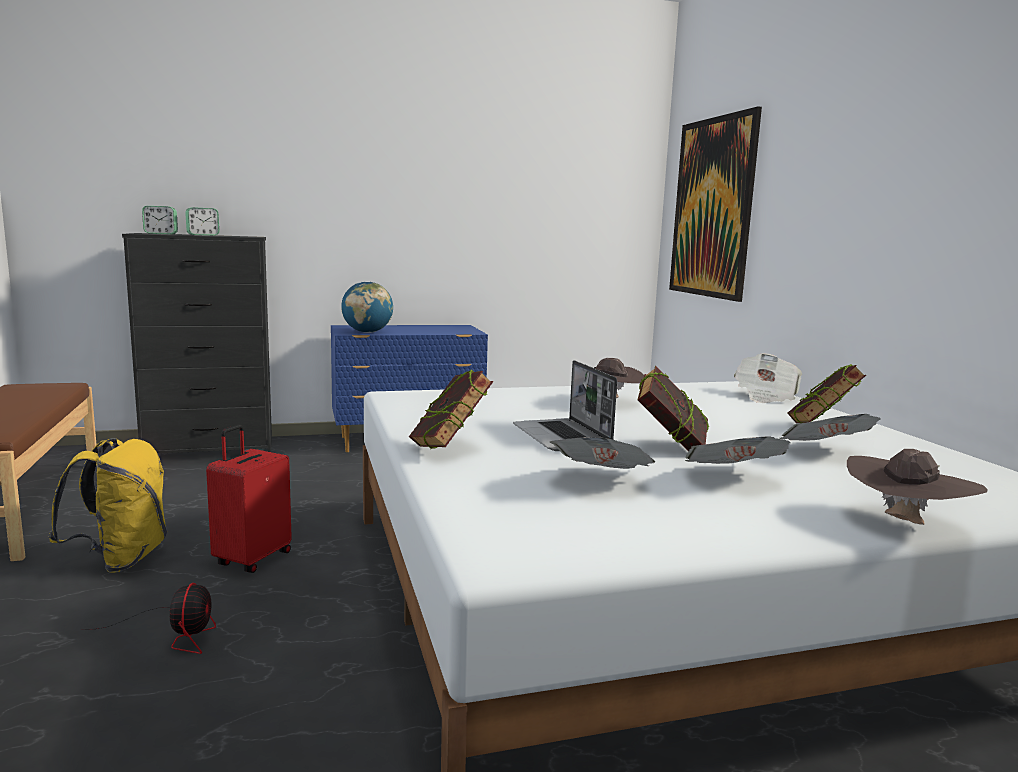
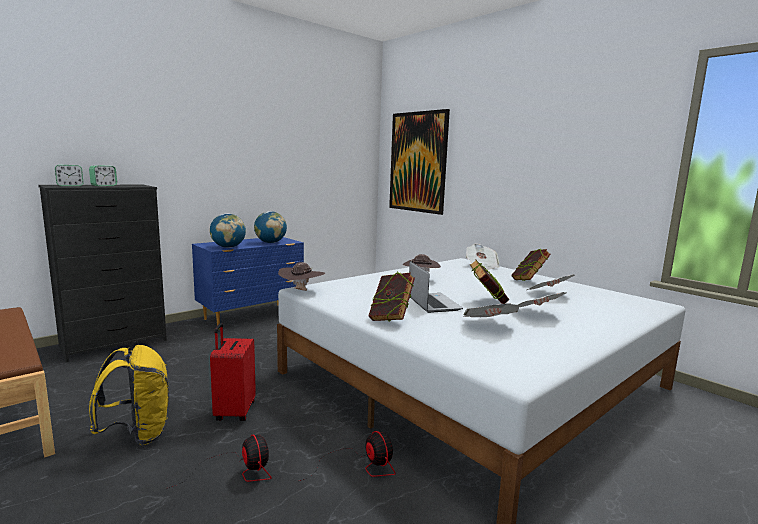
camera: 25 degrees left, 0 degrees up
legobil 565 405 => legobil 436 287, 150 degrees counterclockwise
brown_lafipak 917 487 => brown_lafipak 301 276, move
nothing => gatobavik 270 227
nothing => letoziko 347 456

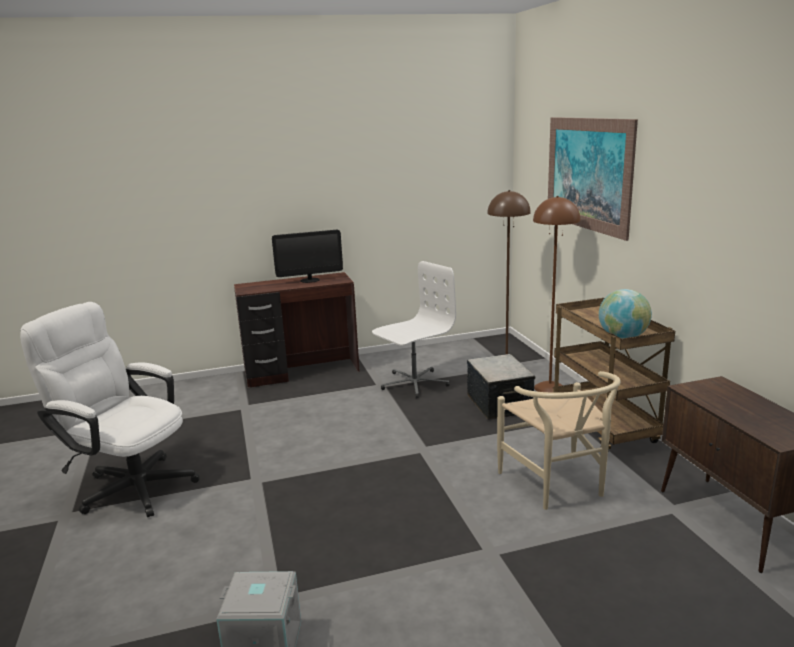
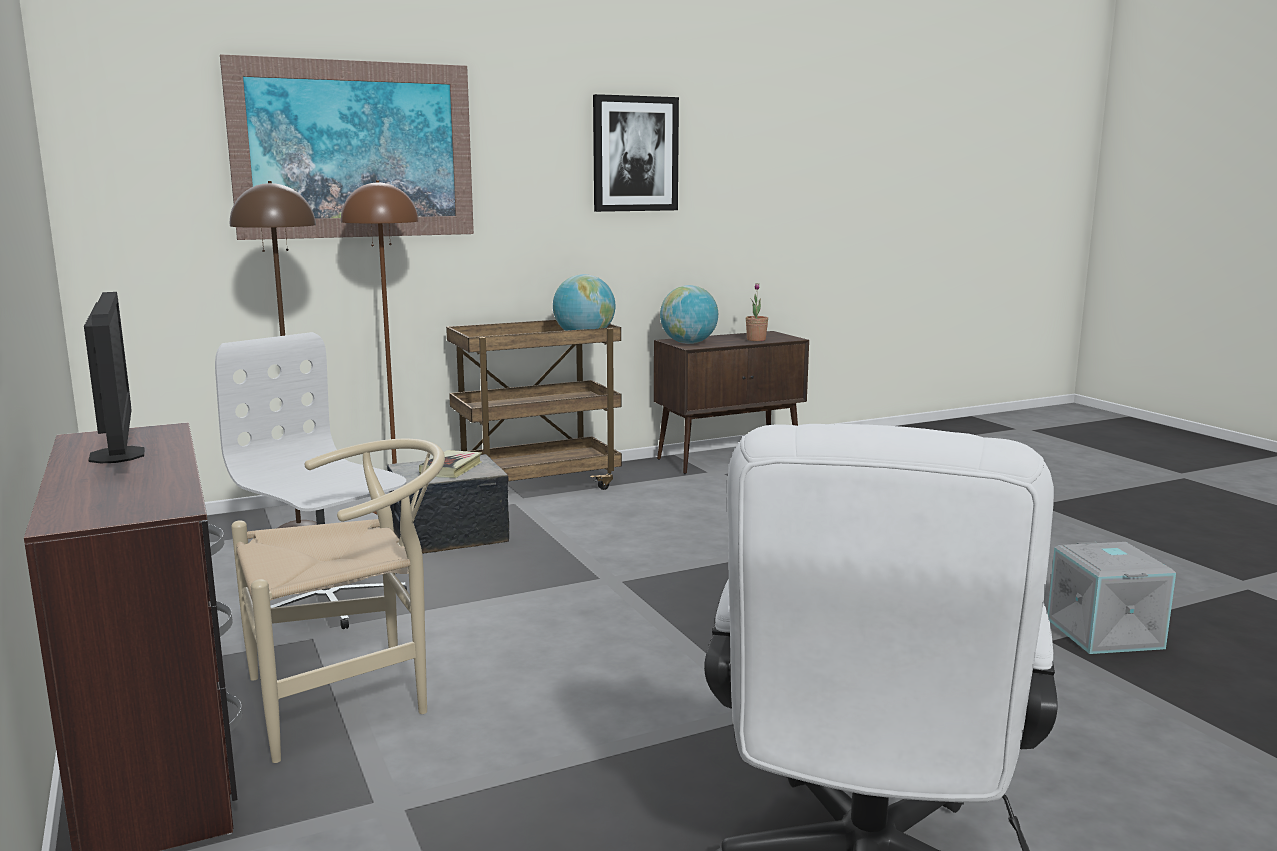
camera: 100 degrees left, 5 degrees down
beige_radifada 559 440 => beige_radifada 338 601, move
nothing => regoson 450 464
nothing => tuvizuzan 636 153
nothing => gatobavik 689 314
nothing => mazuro 757 312

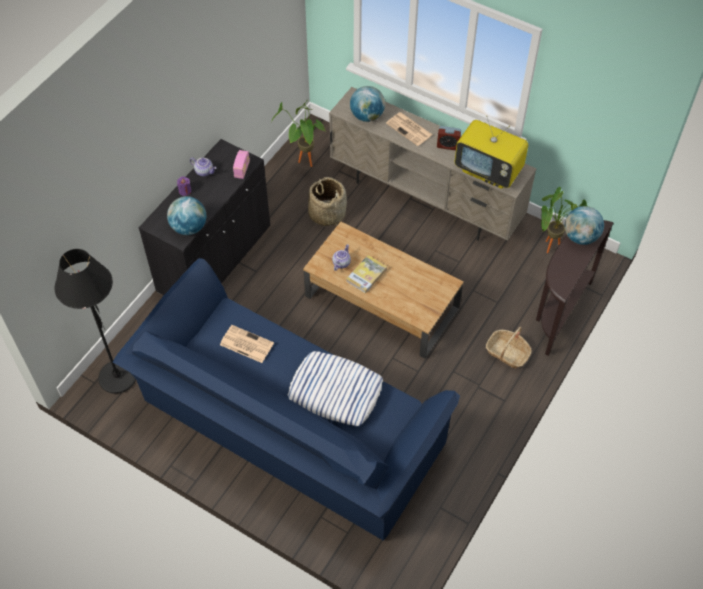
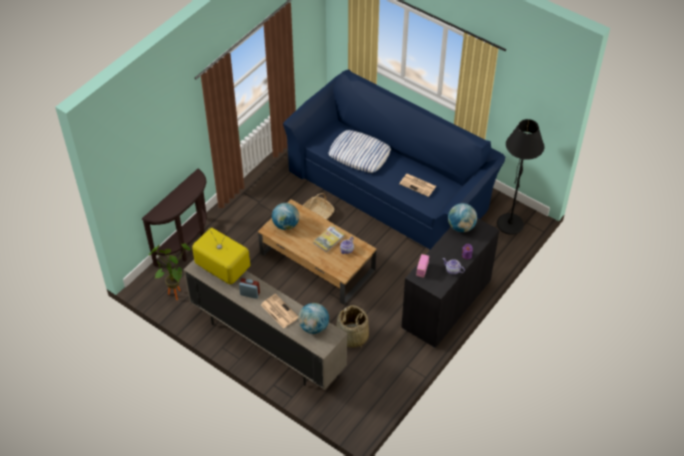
camera: 175 degrees left, 5 degrees down
mazuro 298 134 => nothing
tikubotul 509 348 => tikubotul 318 206, move
gatobavik 584 225 => gatobavik 285 216, move

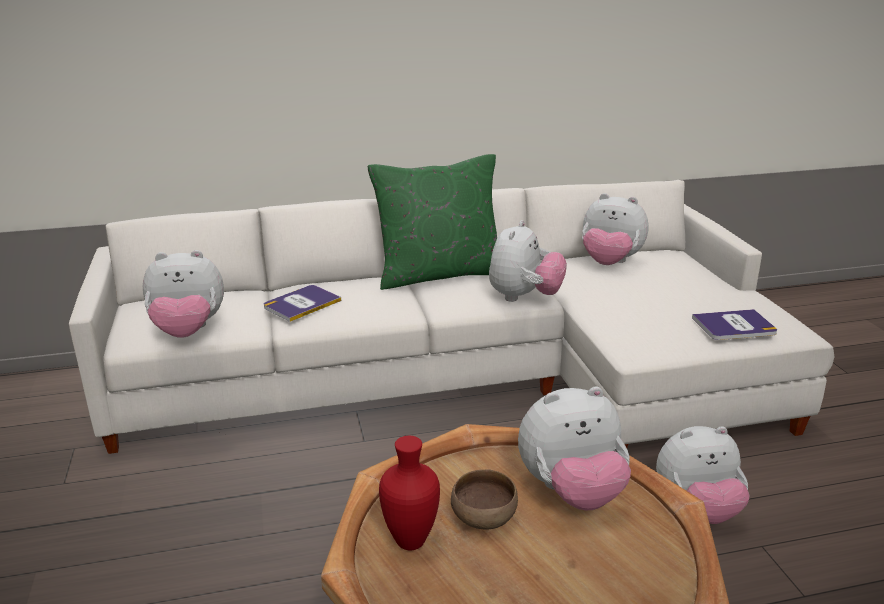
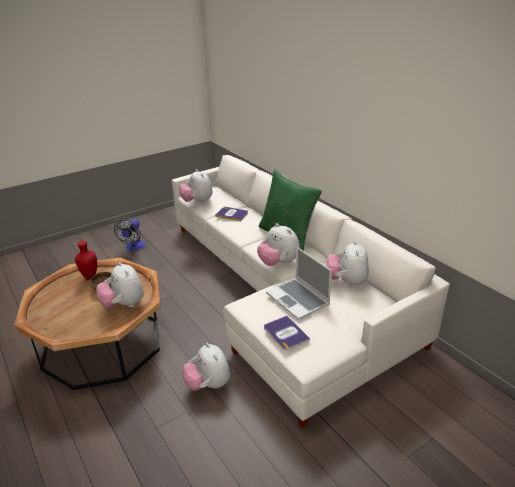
camera: 70 degrees right, 5 degrees up
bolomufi 528 261 => bolomufi 278 244, 45 degrees clockwise
nothing => letoziko 130 235
nothing => legobil 299 283

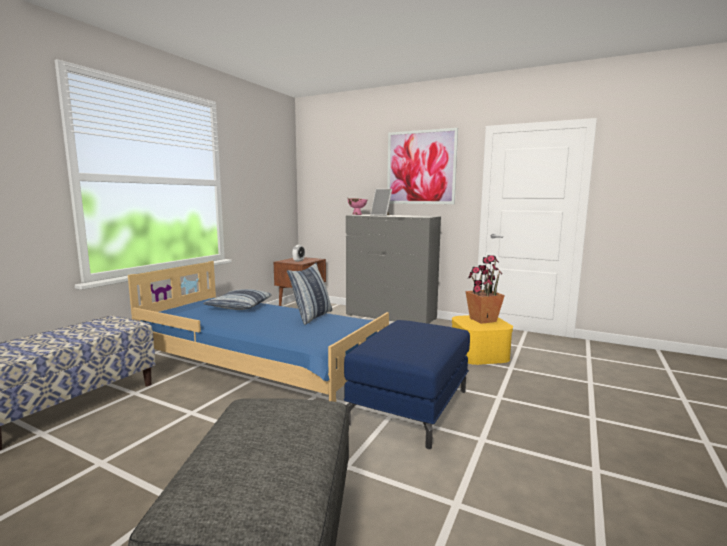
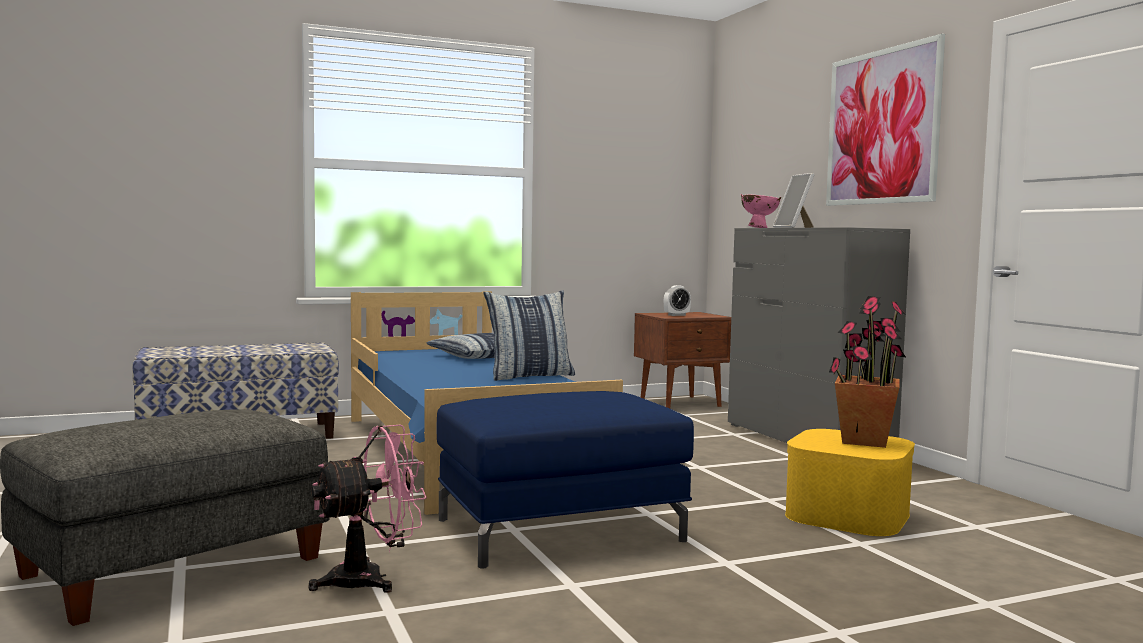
camera: 40 degrees right, 5 degrees down
nothing => pink_letoziko 367 509

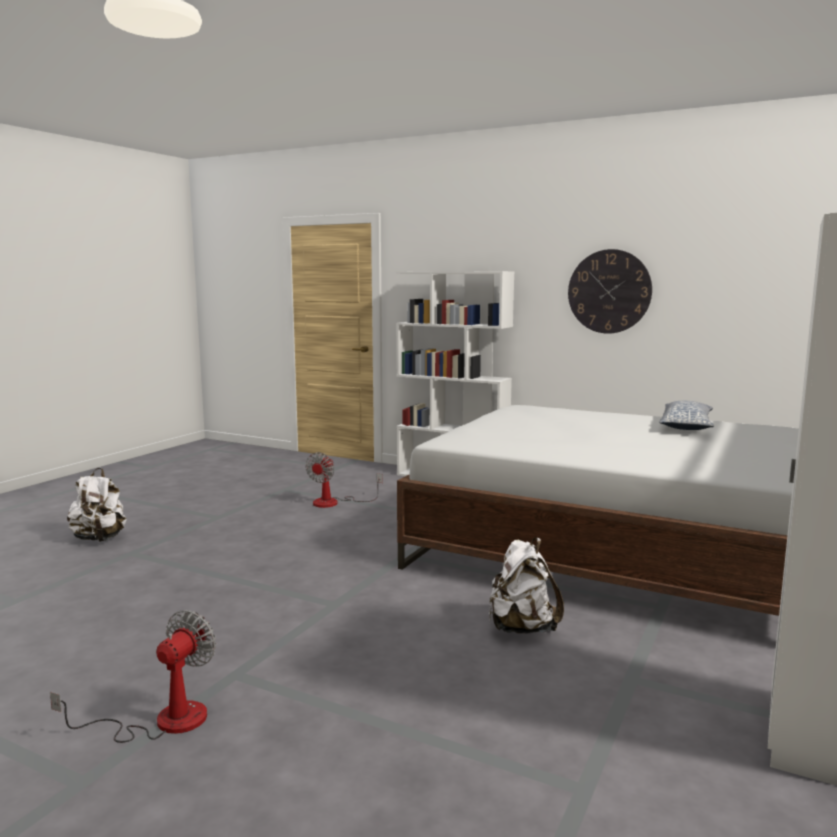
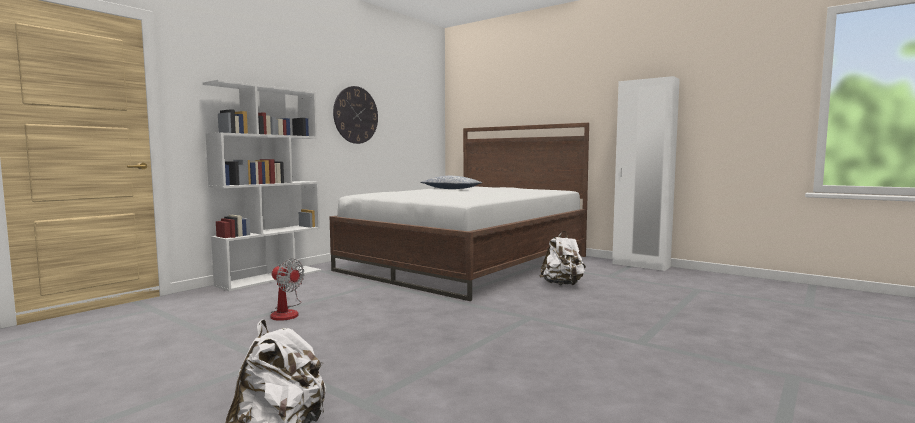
camera: 80 degrees left, 5 degrees down
letoziko 133 676 => nothing

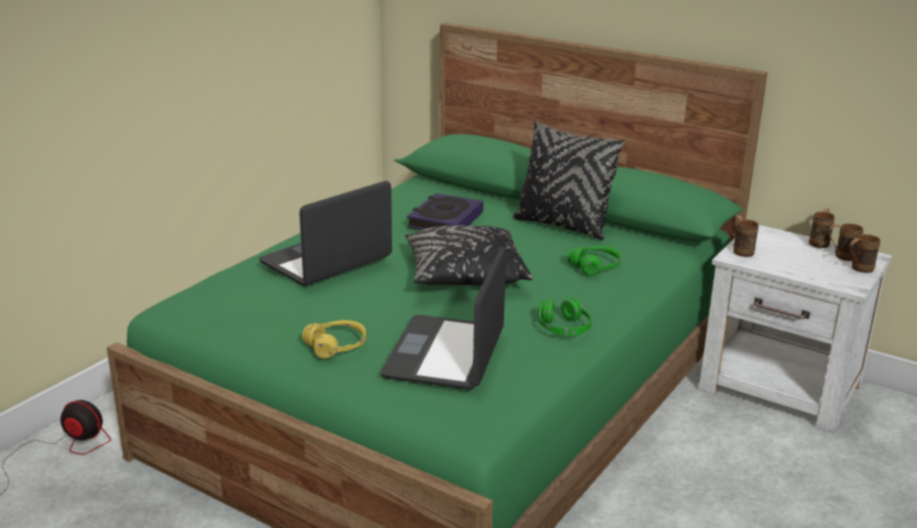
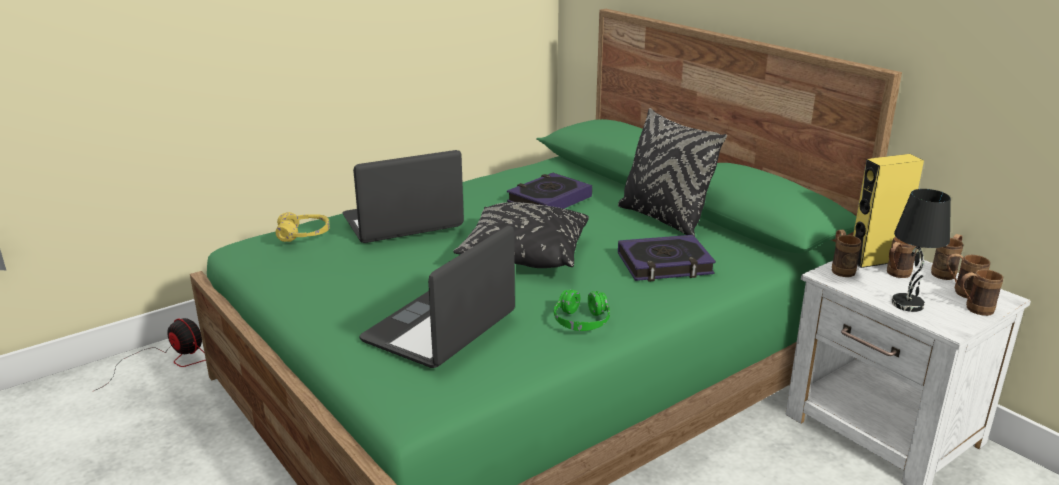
camera: 20 degrees right, 0 degrees up
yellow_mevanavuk 334 339 => yellow_mevanavuk 303 227, move
green_mevanavuk 595 260 => regoson 667 258
nothing => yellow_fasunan 888 211
nothing => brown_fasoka 902 257
nothing => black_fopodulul 921 250

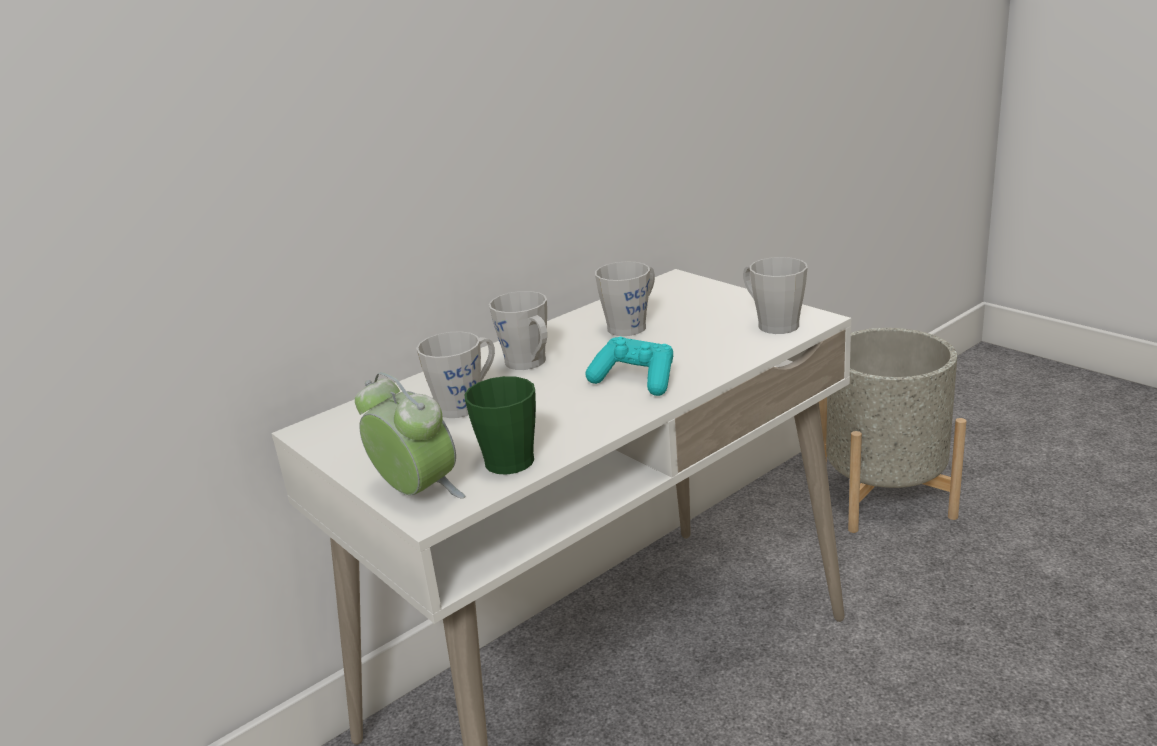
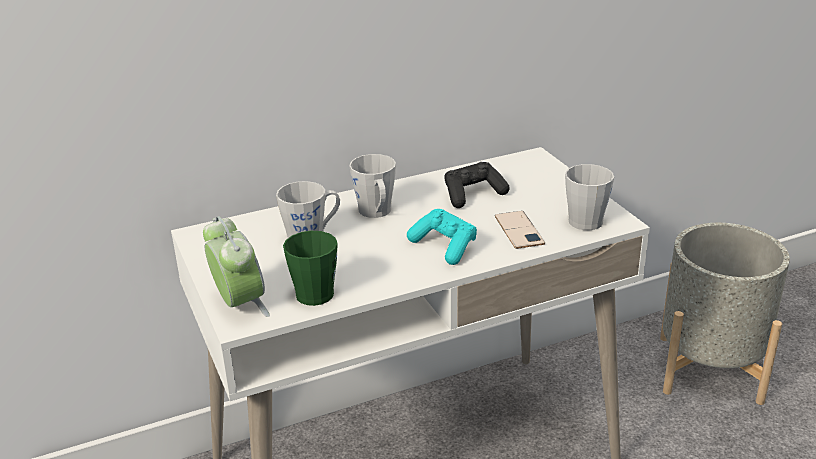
camera: 15 degrees right, 5 degrees up
grey_fasoka 625 298 => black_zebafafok 477 185
nothing => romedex 520 230

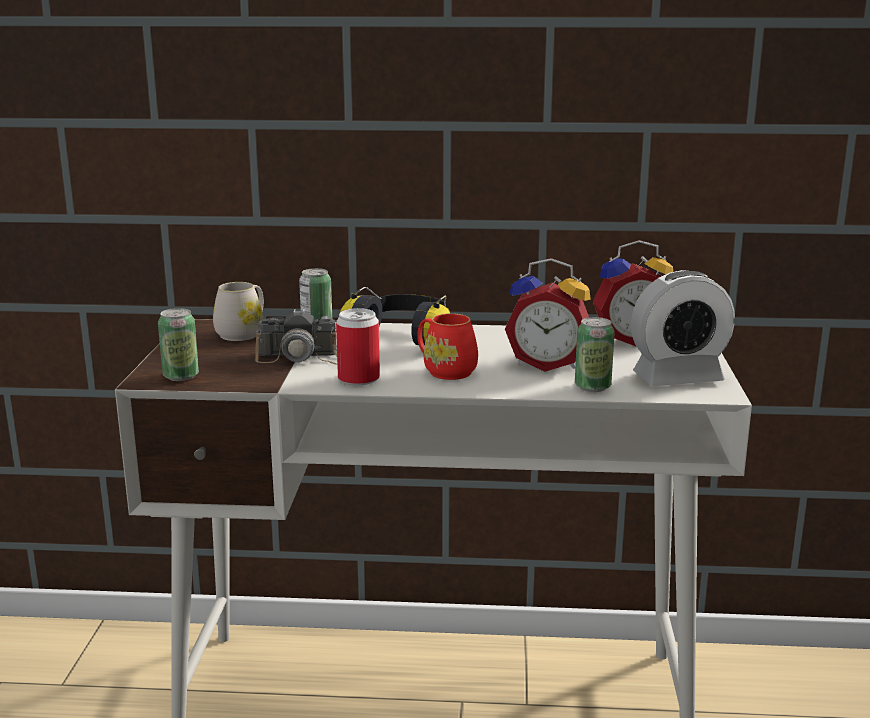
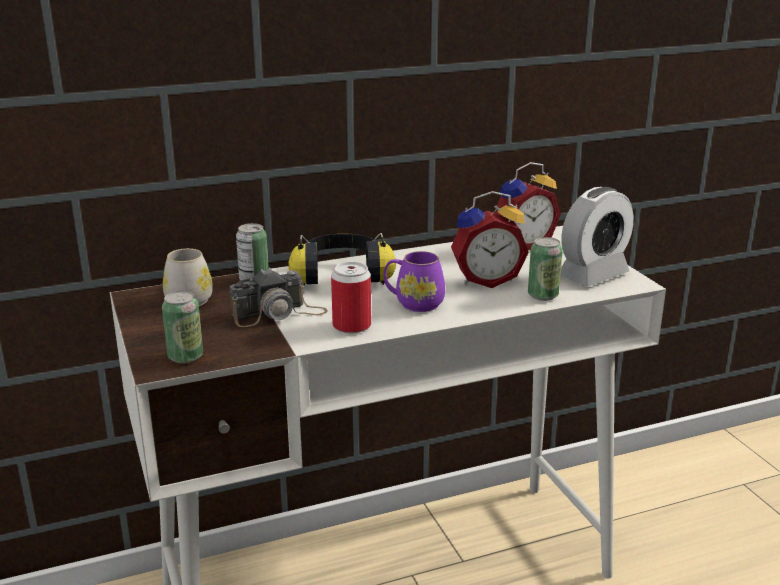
camera: 25 degrees left, 5 degrees up
red_fasoka 447 346 => purple_fasoka 414 281

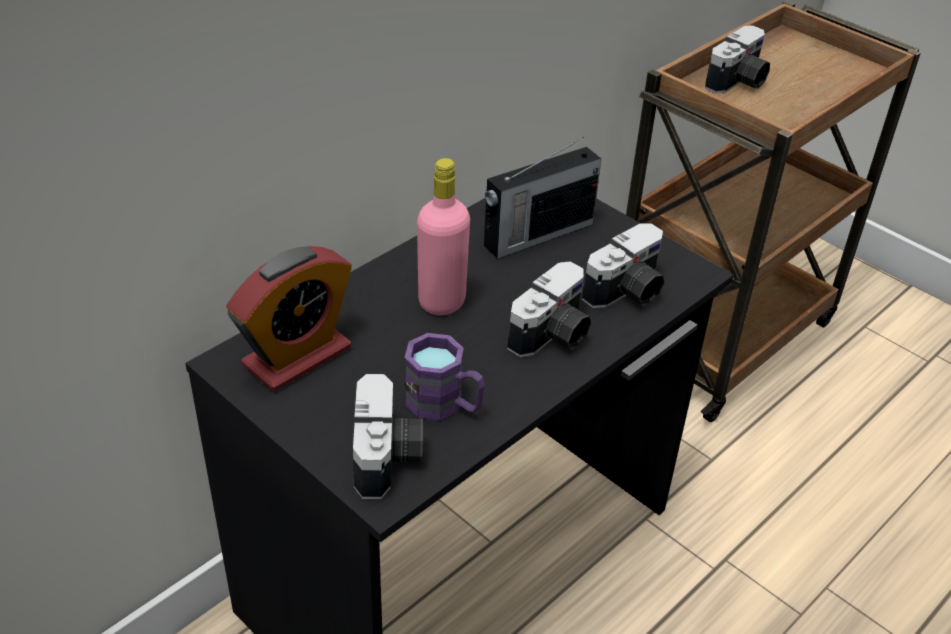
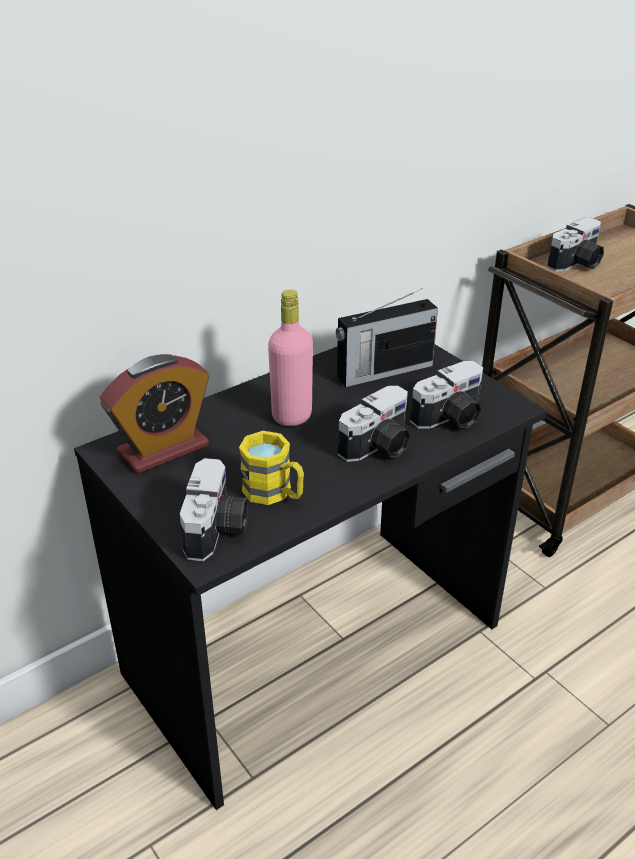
camera: 10 degrees right, 5 degrees down
purple_fasoka 445 377 => yellow_fasoka 271 468

